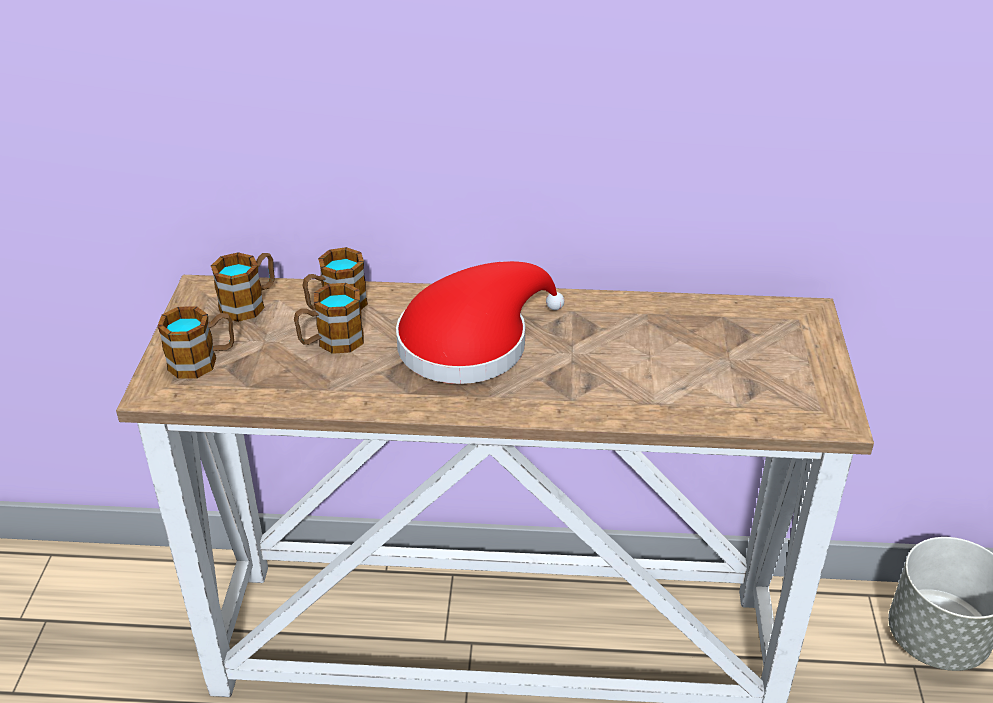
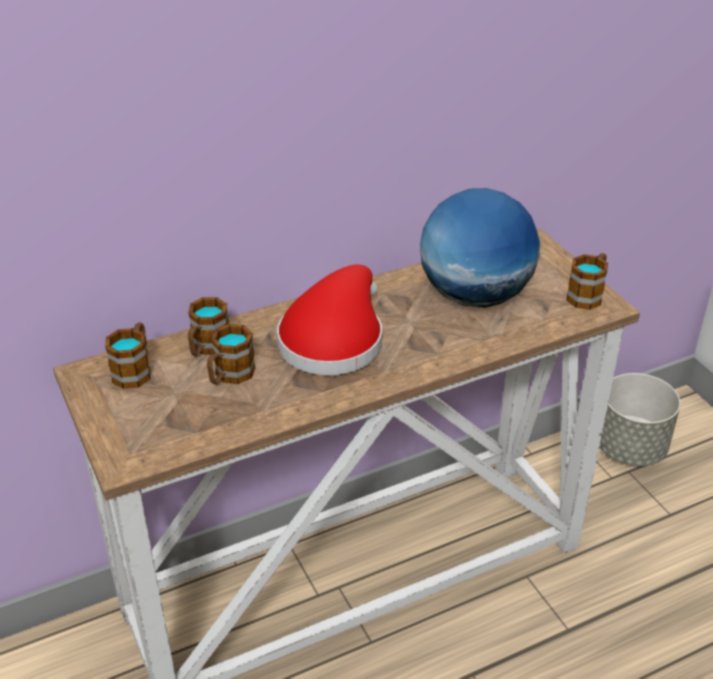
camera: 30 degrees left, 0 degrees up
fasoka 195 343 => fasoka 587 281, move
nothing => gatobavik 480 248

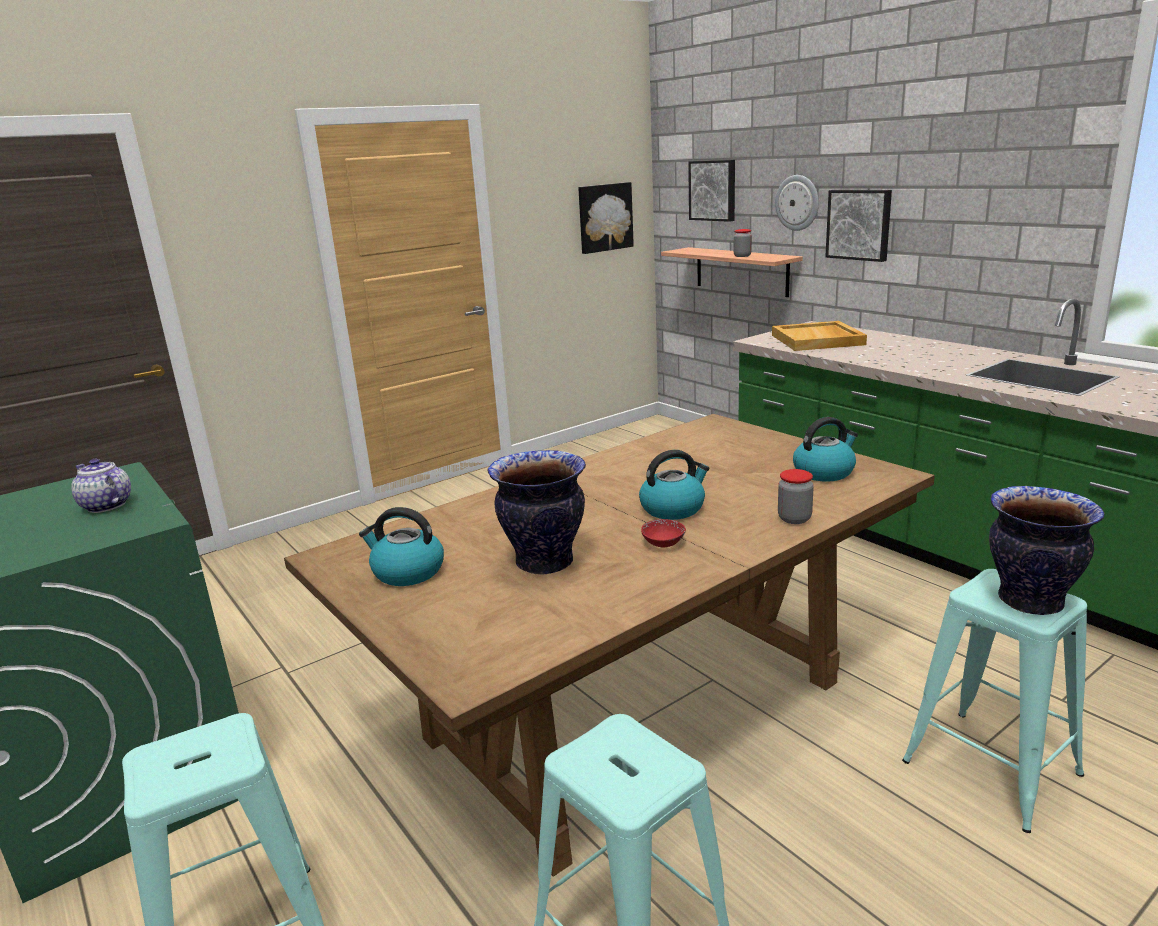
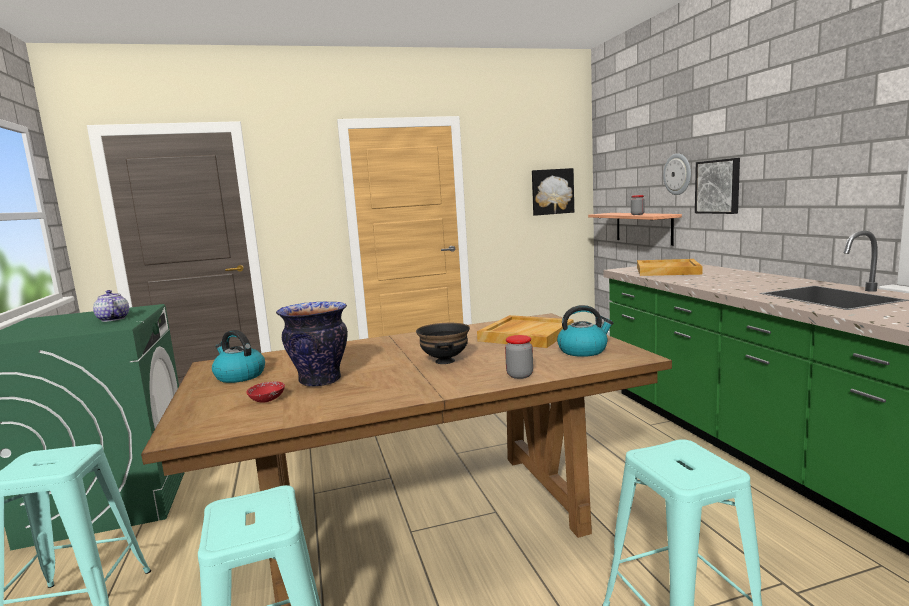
camera: 20 degrees right, 10 degrees down
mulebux 674 485 => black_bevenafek 443 343
red_bevenafek 663 533 => red_bevenafek 265 392, move
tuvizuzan 711 191 => nothing
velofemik 1047 550 => nothing
nothing => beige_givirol 525 331

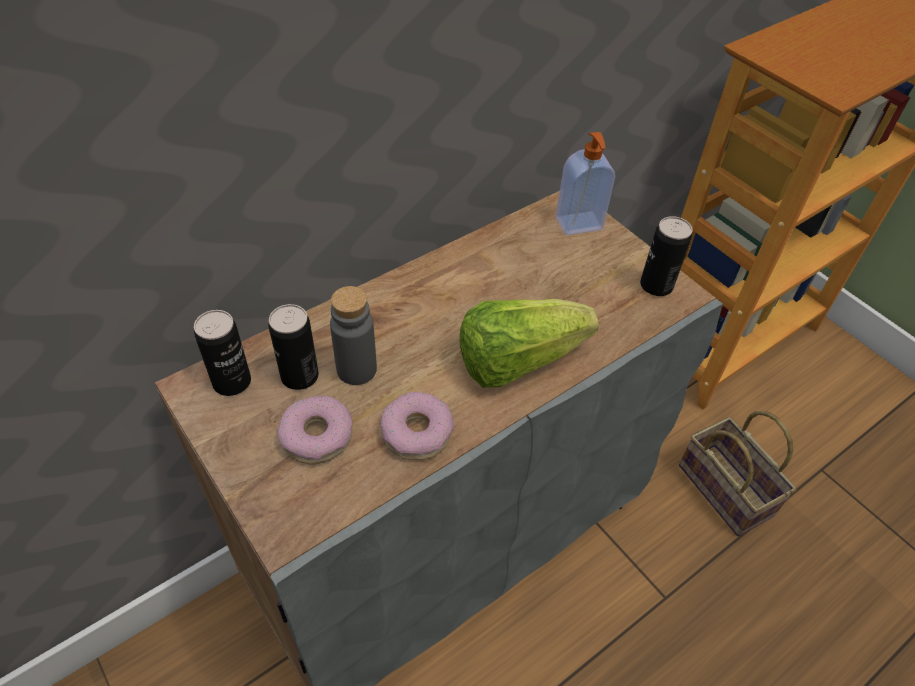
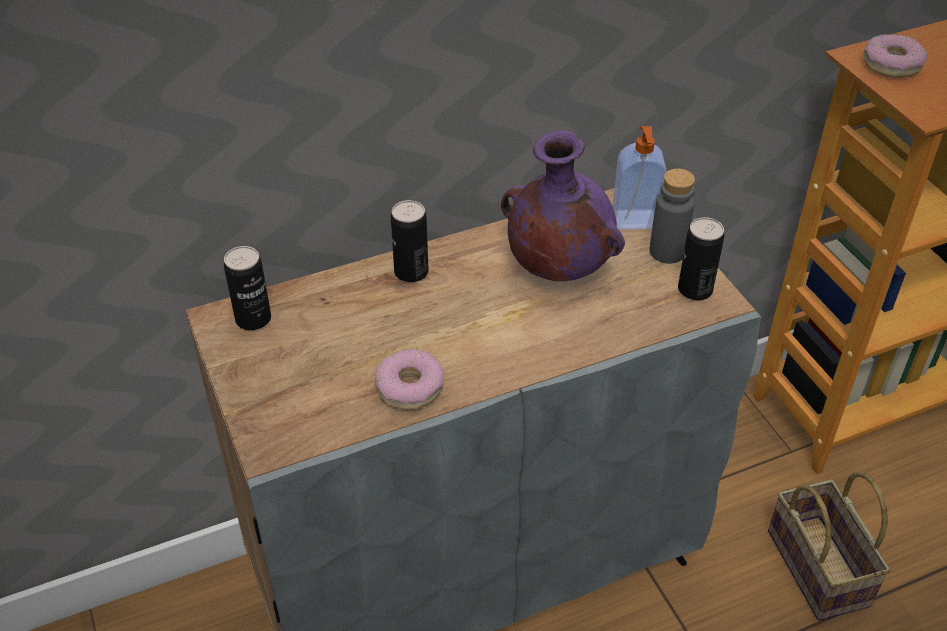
camera: 15 degrees right, 5 degrees down
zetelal 294 347 => zetelal 410 241, move
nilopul 315 430 => nilopul 895 56, move
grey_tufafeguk 353 335 => grey_tufafeguk 672 215, move
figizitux 529 343 => nothing
nothing => purple_velofemik 563 206

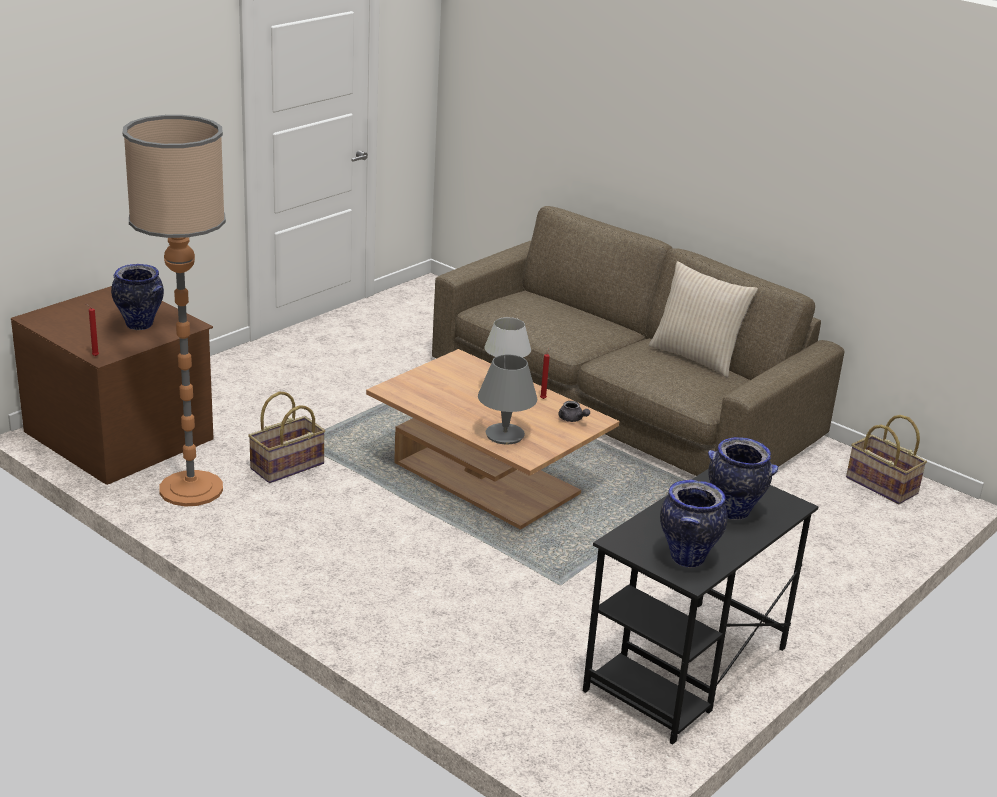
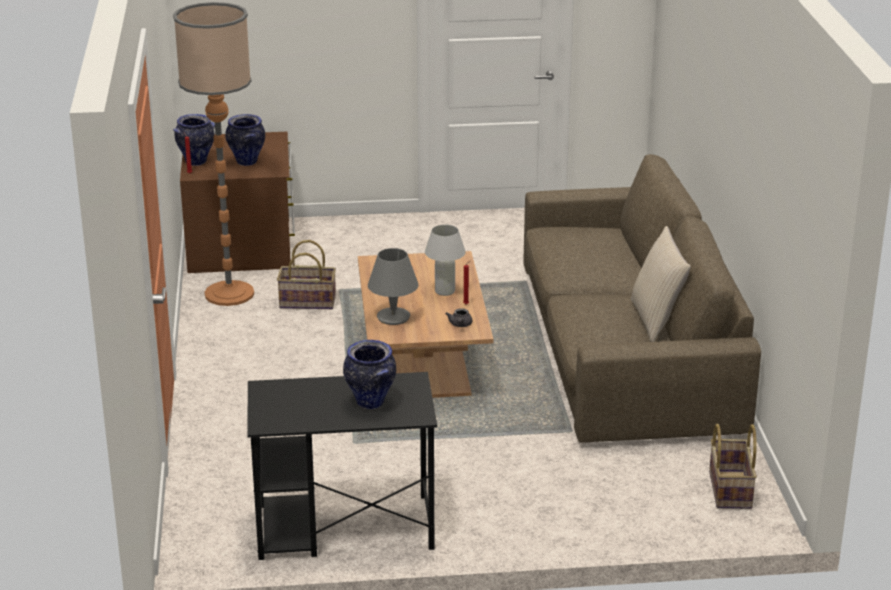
camera: 45 degrees right, 0 degrees up
velofemik 694 524 => velofemik 194 140, move

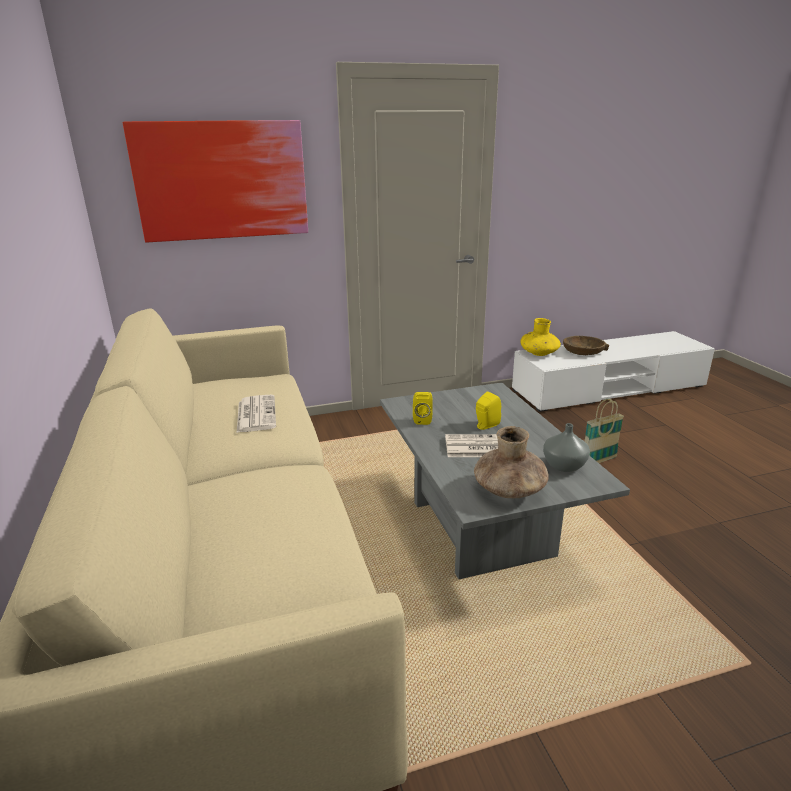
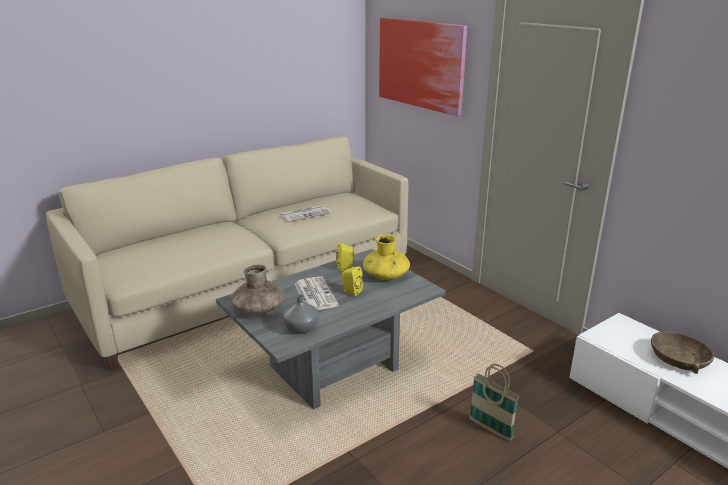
camera: 70 degrees right, 0 degrees up
yellow_velofemik 540 337 => yellow_velofemik 386 257, move

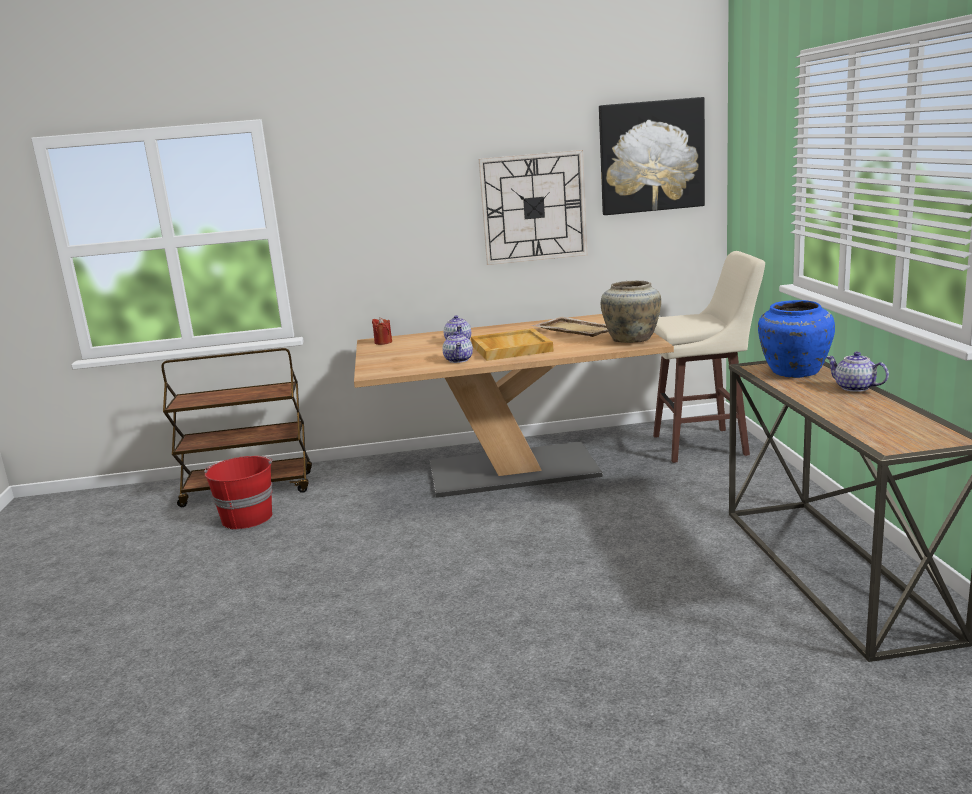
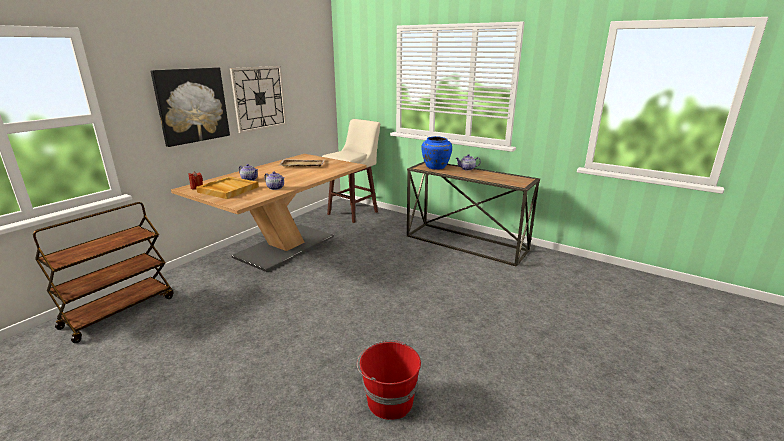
camera: 50 degrees left, 5 degrees up
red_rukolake 238 493 => red_rukolake 389 380, move
beige_givirol 512 344 => beige_givirol 227 187, move
tuvizuzan 652 156 => tuvizuzan 190 107, move
beige_velofemik 631 312 => nothing

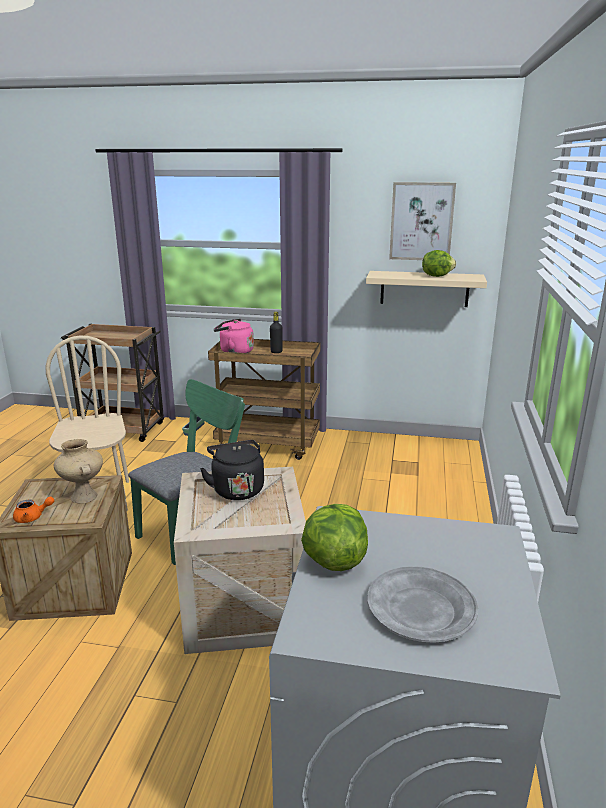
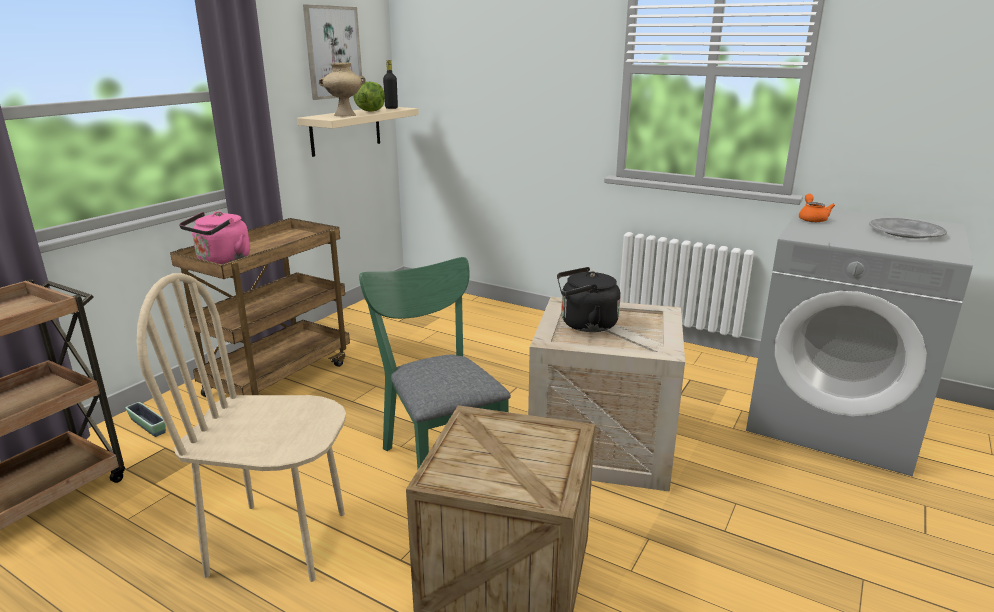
camera: 70 degrees left, 0 degrees up
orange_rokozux 33 510 => orange_rokozux 817 208, move
beige_velofemik 78 471 => beige_velofemik 342 89, move
black_tufafeguk 276 332 => black_tufafeguk 390 84, move
figizitux 334 537 => nothing

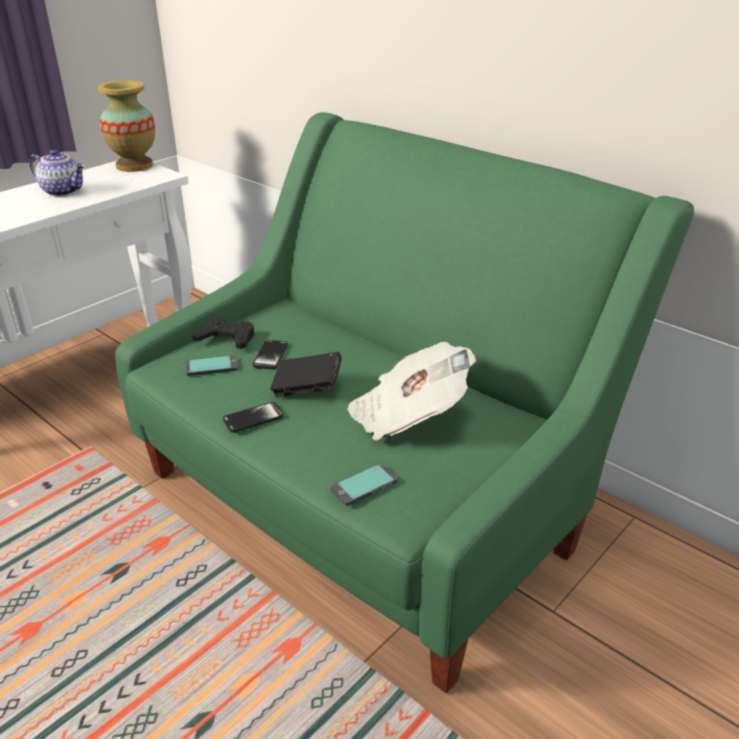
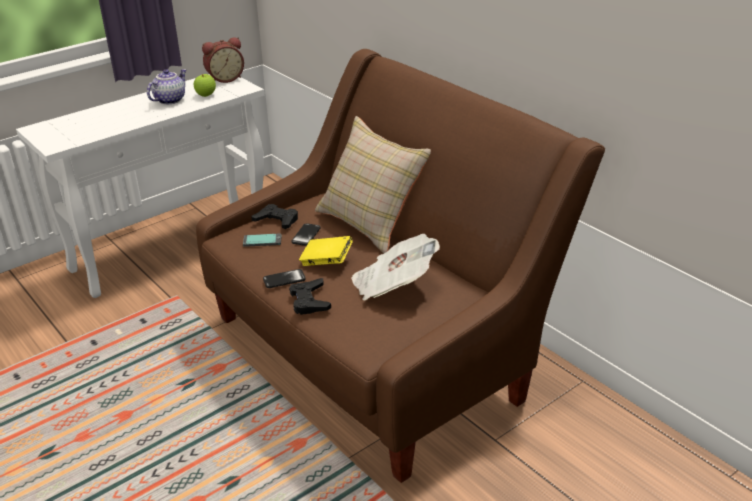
camera: 10 degrees right, 0 degrees up
rokozux 57 173 => rokozux 166 86, 90 degrees counterclockwise
velofemik 126 126 => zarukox 223 60
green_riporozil 404 402 => brown_riporozil 400 266
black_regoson 306 374 => yellow_regoson 326 251
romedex 364 484 => nothing
nothing => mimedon 205 85
nothing => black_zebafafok 310 296
nothing => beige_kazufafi 373 184

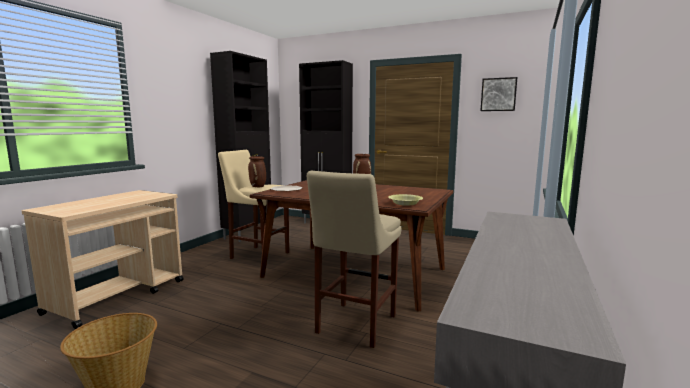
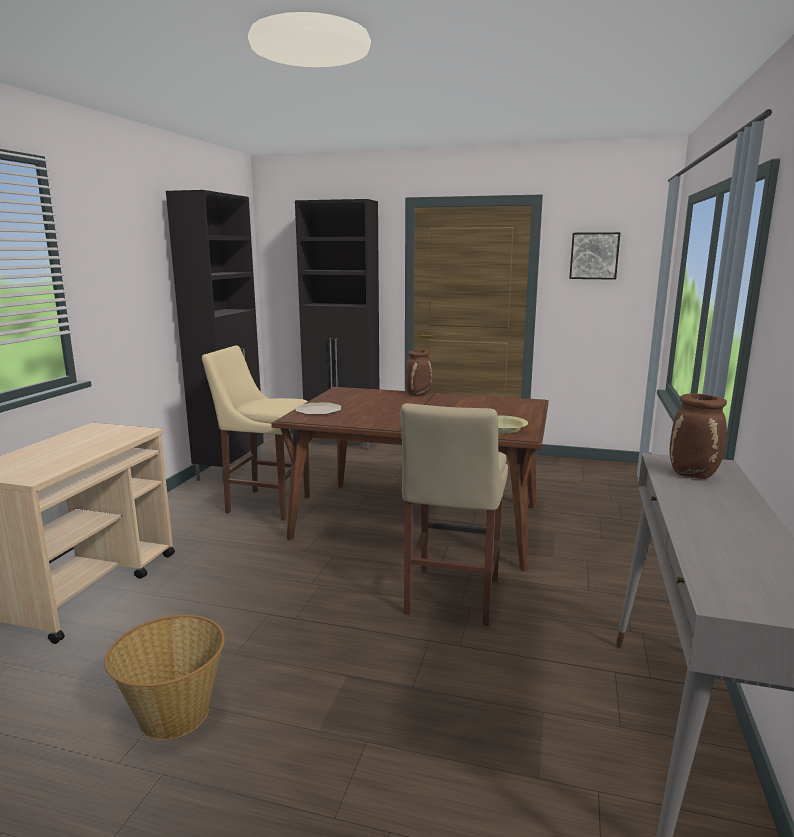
camera: 10 degrees left, 5 degrees up
brown_velofemik 257 171 => brown_velofemik 698 436, move

